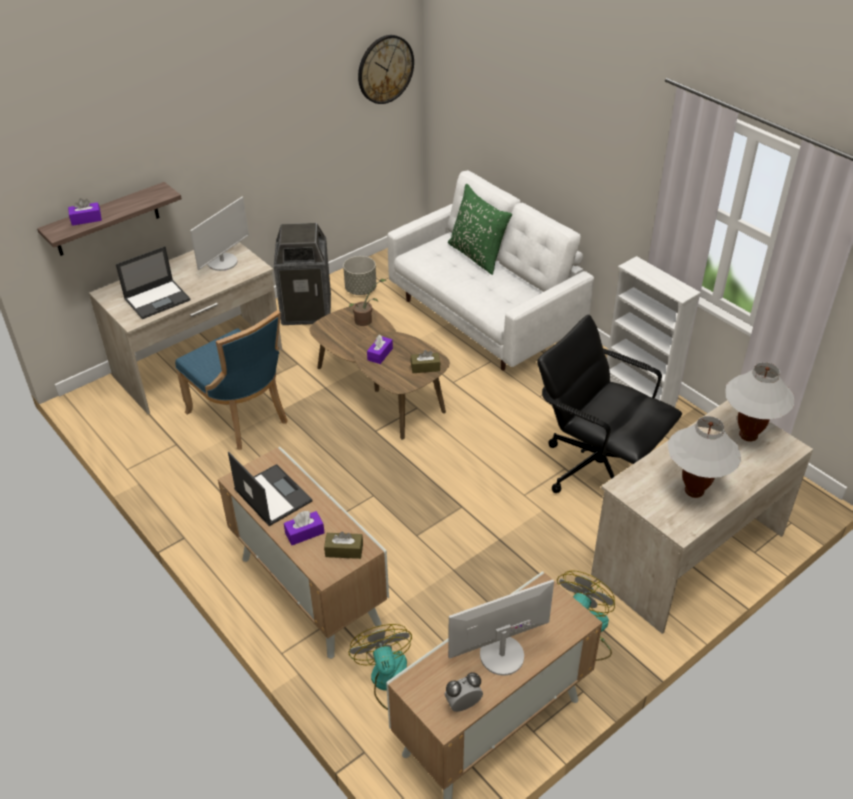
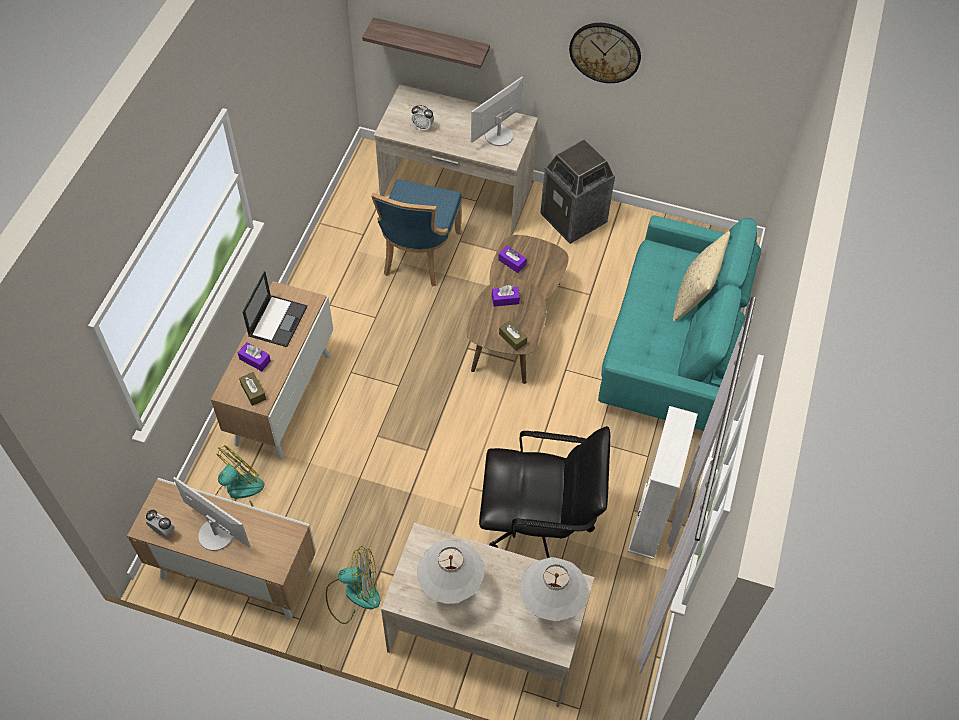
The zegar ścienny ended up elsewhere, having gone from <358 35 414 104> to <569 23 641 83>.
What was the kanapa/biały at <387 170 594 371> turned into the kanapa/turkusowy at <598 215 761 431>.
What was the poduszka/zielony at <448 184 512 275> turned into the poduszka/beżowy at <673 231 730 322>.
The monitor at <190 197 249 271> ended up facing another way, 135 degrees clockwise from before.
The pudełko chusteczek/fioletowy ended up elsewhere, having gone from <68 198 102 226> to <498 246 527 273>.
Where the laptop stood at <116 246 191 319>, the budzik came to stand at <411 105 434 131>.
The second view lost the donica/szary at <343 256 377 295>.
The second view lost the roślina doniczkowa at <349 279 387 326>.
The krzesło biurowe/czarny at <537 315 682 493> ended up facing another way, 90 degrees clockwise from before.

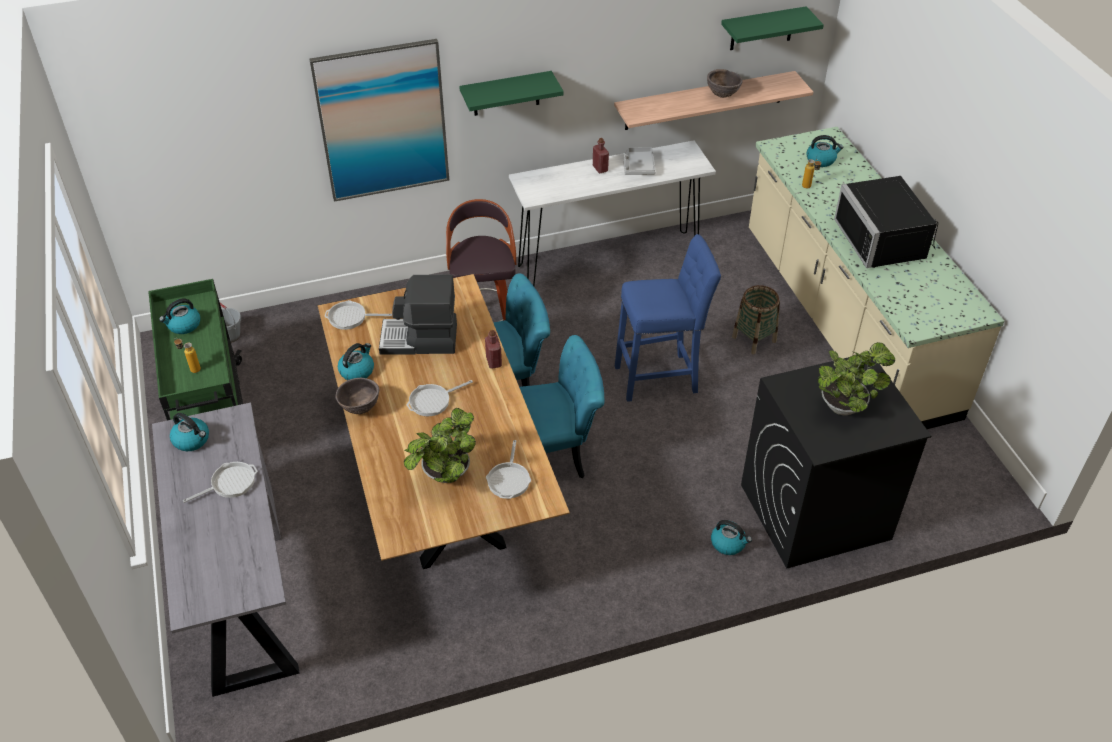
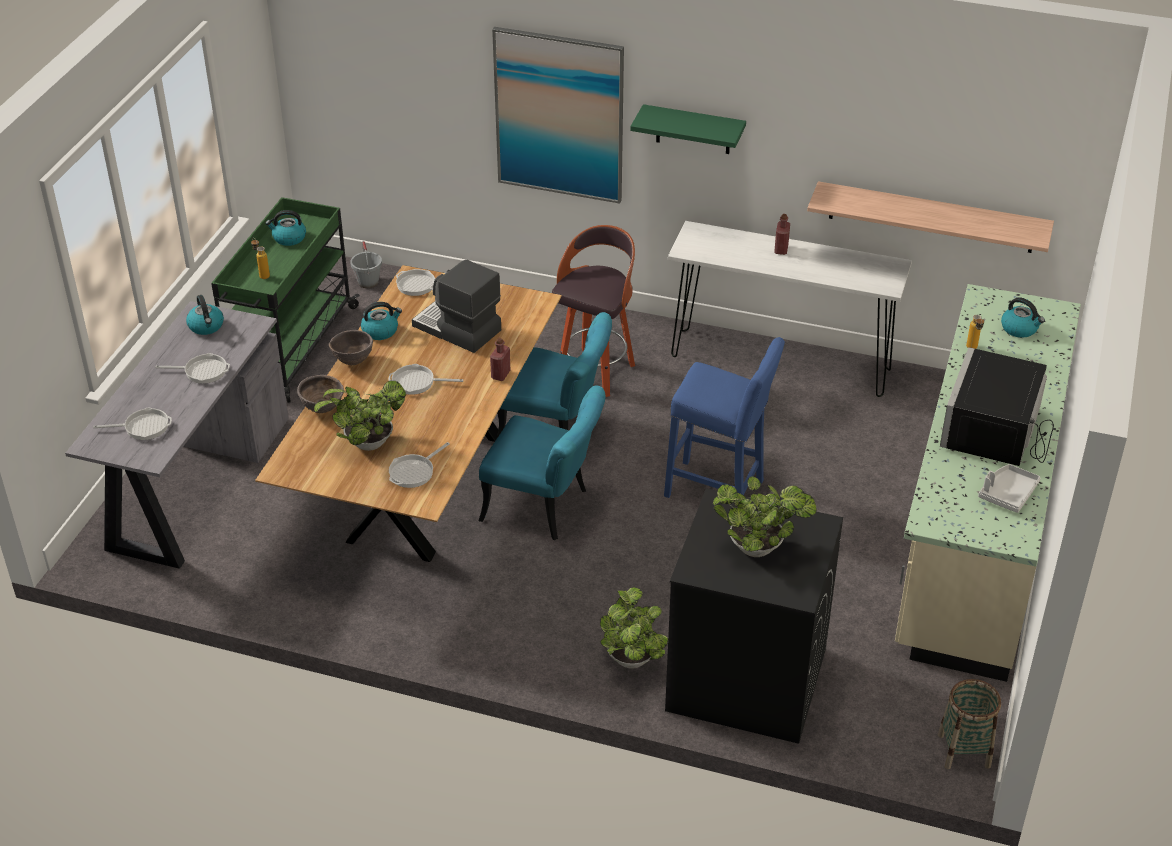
The second view lost the półka/zielony at <721 6 824 50>.
The miska/brązowy ended up elsewhere, having gone from <707 69 743 98> to <297 375 344 413>.
The taca/szary ended up elsewhere, having gone from <624 147 656 175> to <978 464 1041 513>.
The koszyk ended up elsewhere, having gone from <732 285 780 355> to <938 679 1001 769>.
Where the czajnik stood at <711 520 752 555>, the roślina doniczkowa came to stand at <600 587 668 669>.
The second view gained the patelnia at <93 407 172 440>.

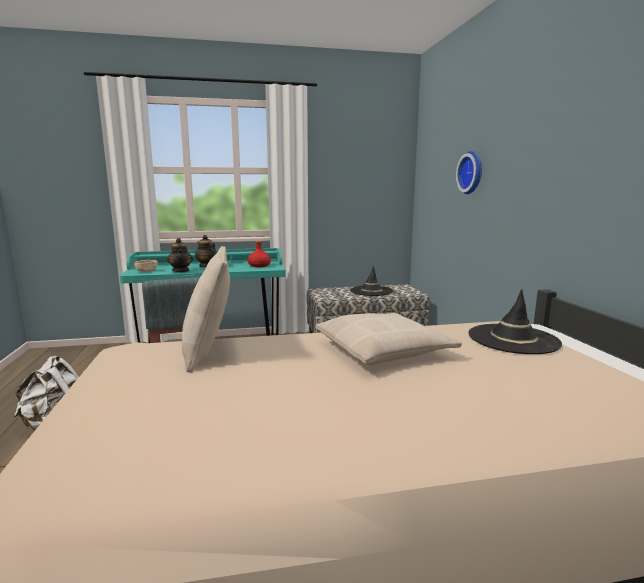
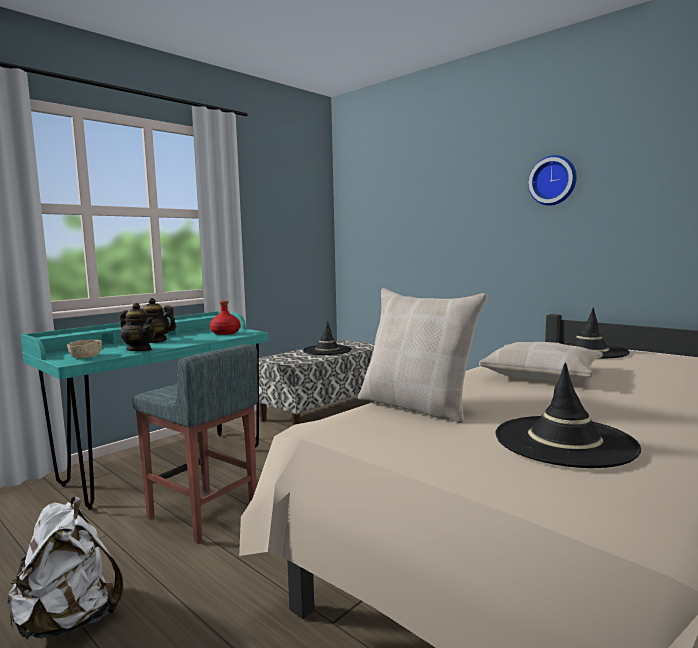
The zegar ścienny ended up elsewhere, having gone from <456 151 482 194> to <528 155 577 206>.
The second view gained the kapelusz/czarny at <495 363 641 468>.

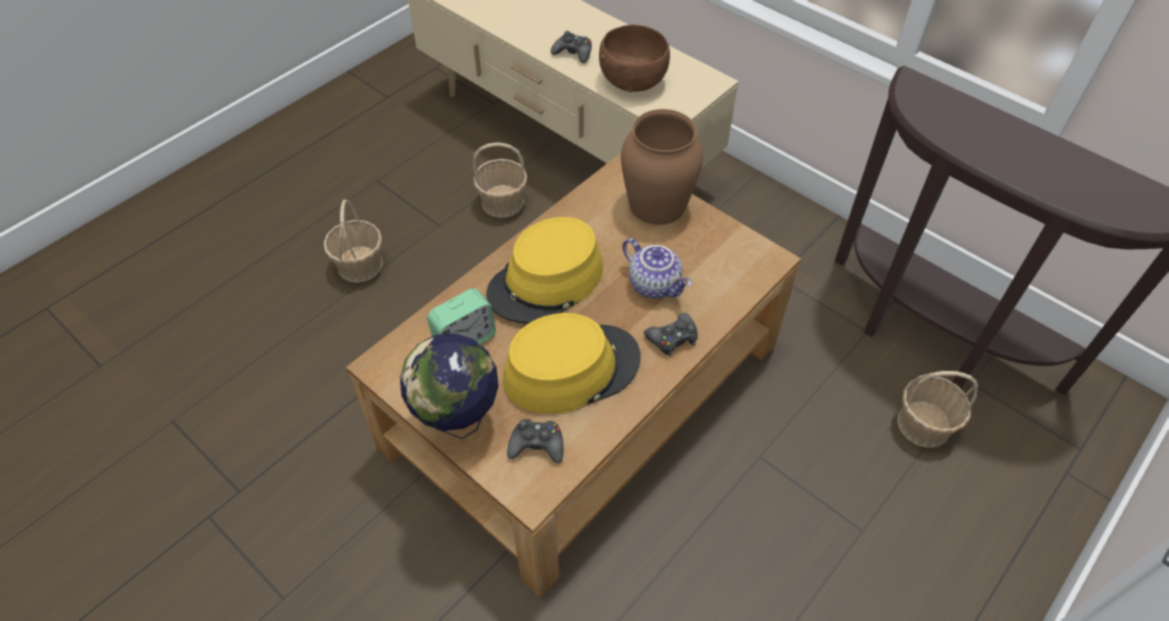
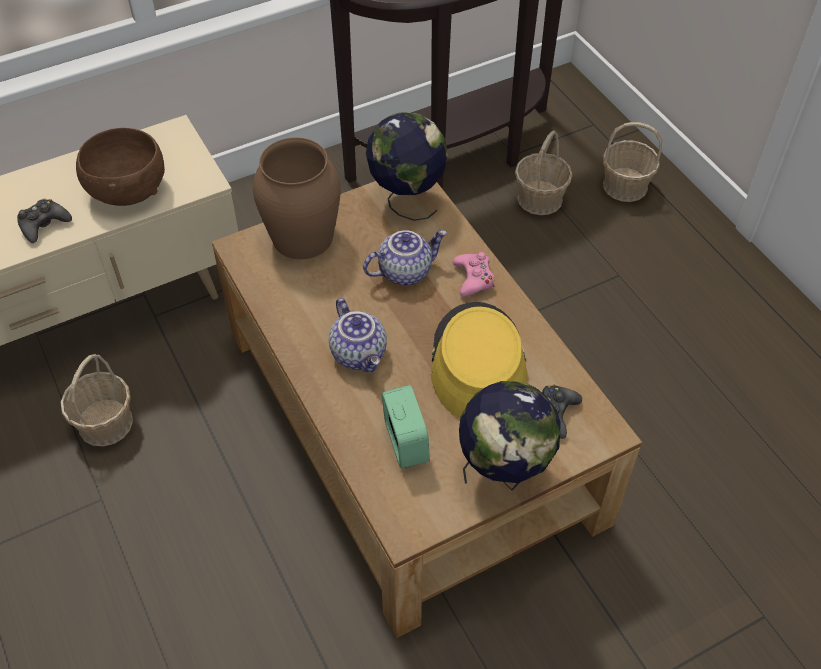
The koszyk ended up elsewhere, having gone from <324 199 383 283> to <603 122 662 202>.
Where the kapelusz/żółty stood at <486 217 603 324>, the imbryk came to stand at <329 298 387 373>.
What was the pad do gier/czarny at <644 313 698 357> turned into the pad do gier/różowy at <453 252 495 297>.
The second view gained the globus at <366 112 448 221>.

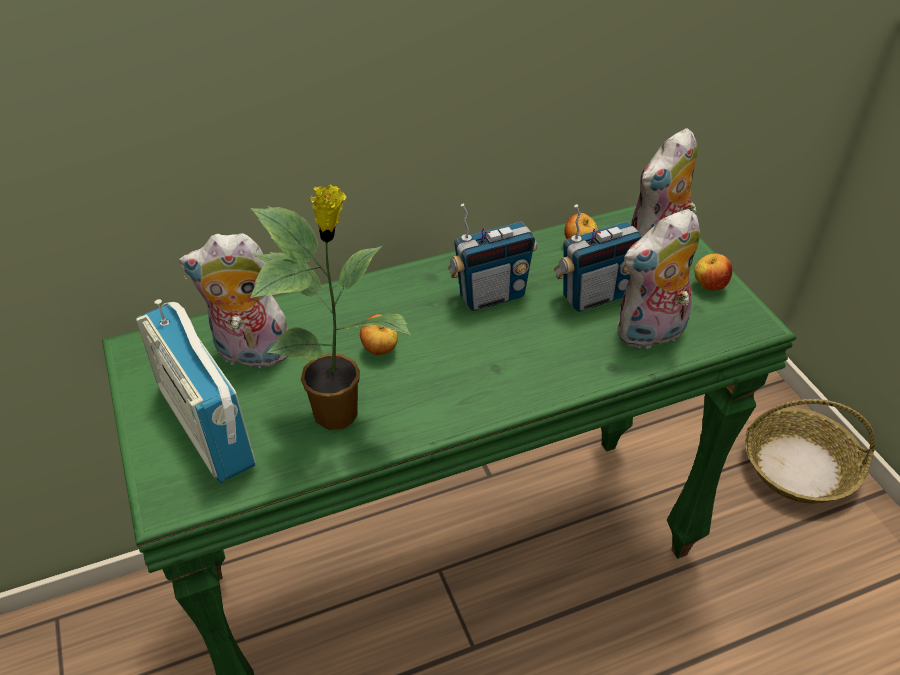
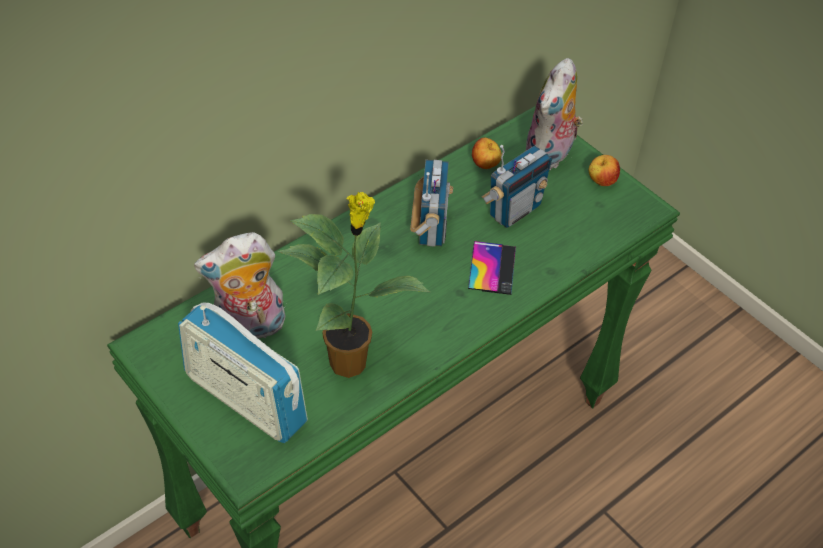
The radio at <448 203 537 311> ended up facing another way, 45 degrees counterclockwise from before.
The second view lost the pluszak at <617 209 700 349>.
The second view lost the jabłko at <360 314 398 355>.
The second view lost the koszyk at <745 399 876 503>.
The second view gained the telefon at <468 241 516 295>.

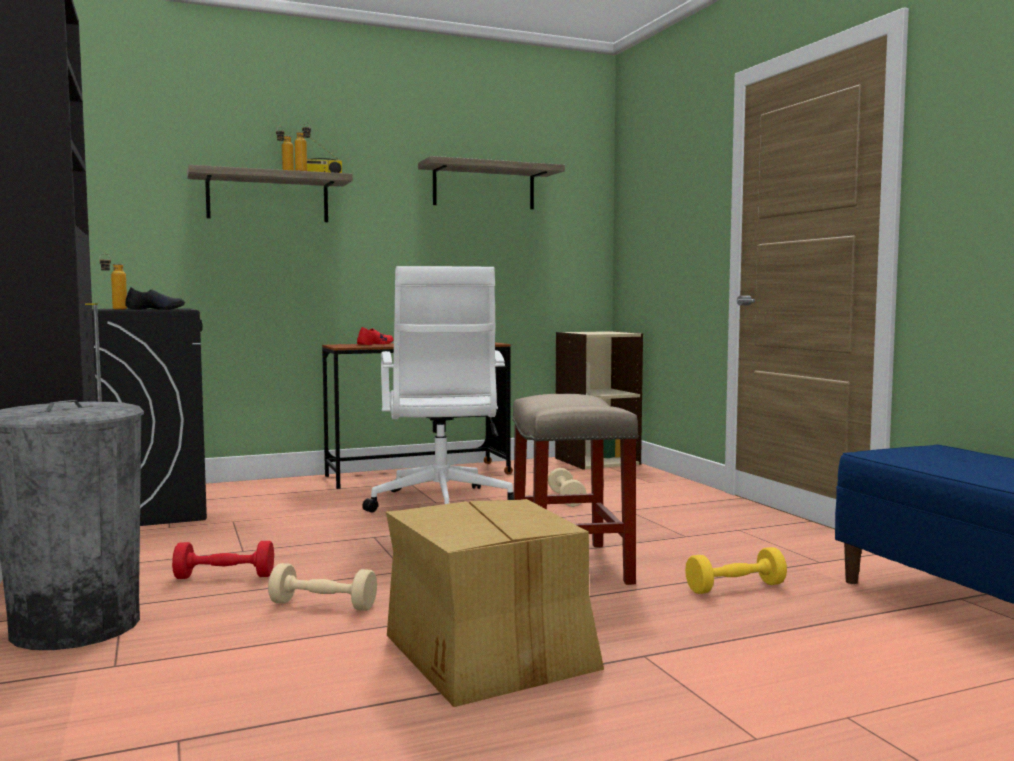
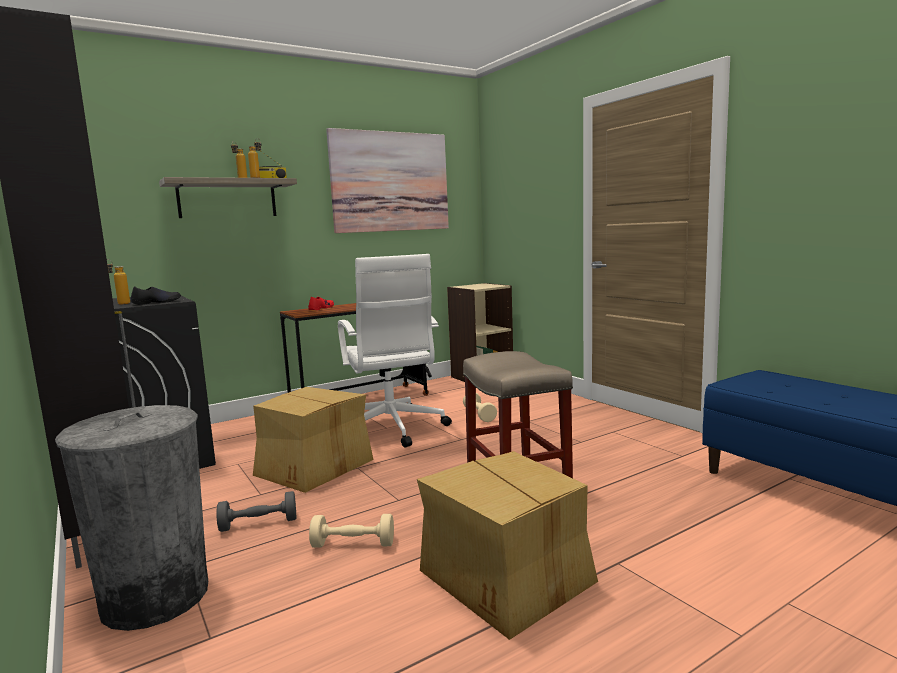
Where the półka hung at <418 156 565 209>, the obraz came to hang at <326 128 449 233>.
What was the hantel/czerwony at <172 541 274 579> turned into the hantel/szary at <216 491 296 532>.
The second view lost the hantel/żółty at <685 547 787 594>.
The second view gained the karton at <253 387 374 493>.

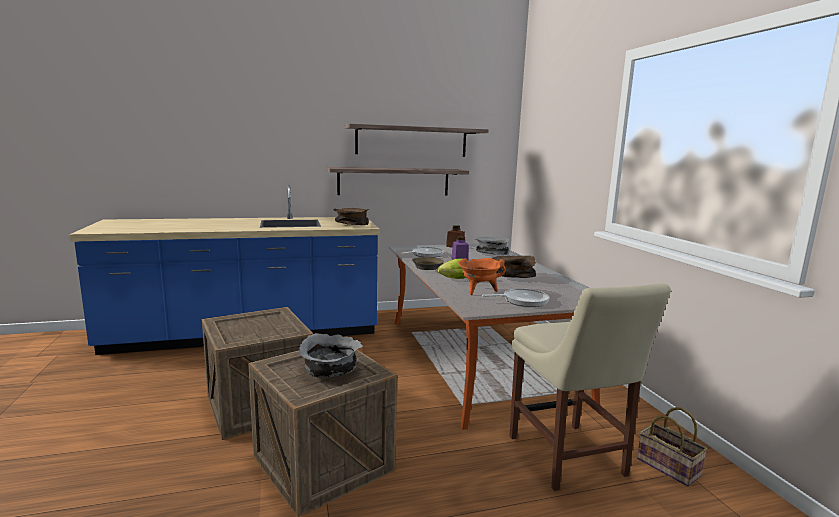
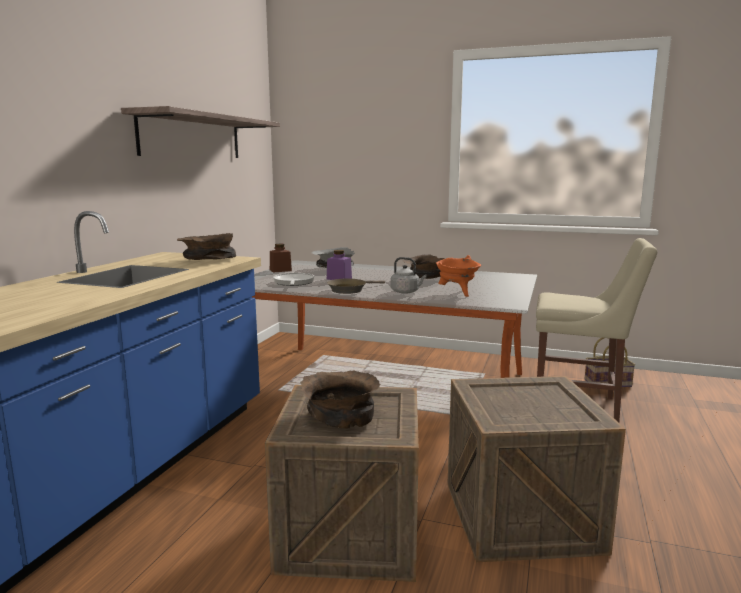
The second view lost the półka at <327 167 469 195>.
Where the sałata stood at <437 258 466 279>, the czajnik/szary came to stand at <391 257 427 294>.
The second view lost the patelnia at <482 289 549 307>.
The second view lost the miska/szary at <299 333 363 378>.
The second view gained the miska/brązowy at <300 370 381 429>.

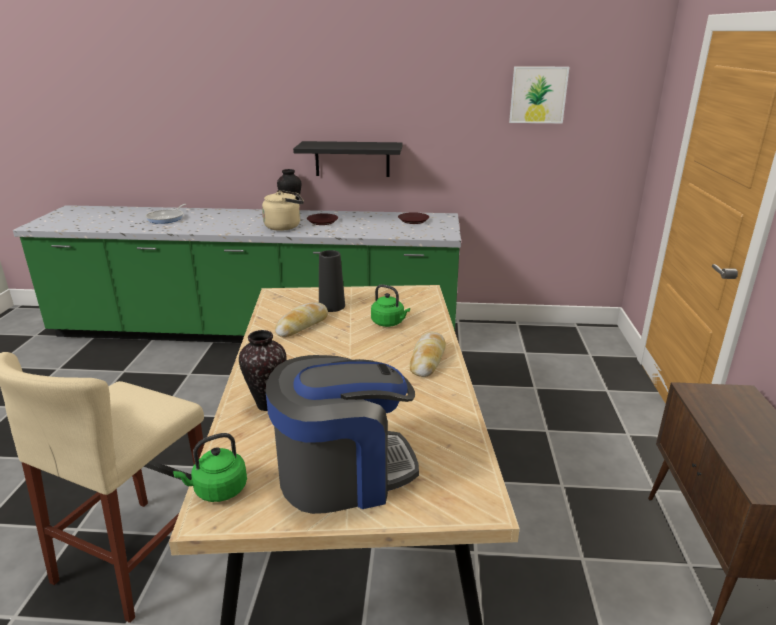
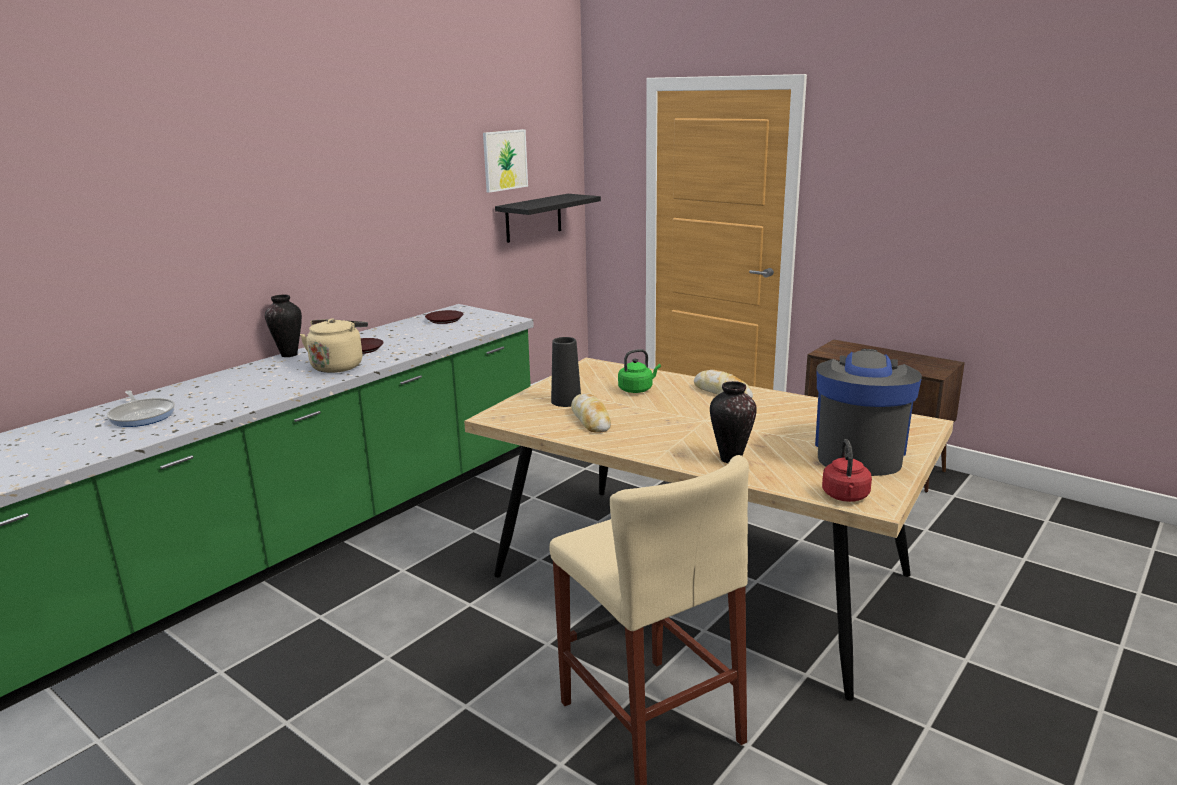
The półka/czarny ended up elsewhere, having gone from <293 141 402 177> to <495 194 601 243>.
What was the czajnik/zielony at <173 433 247 502> turned into the czajnik/czerwony at <822 439 872 502>.

